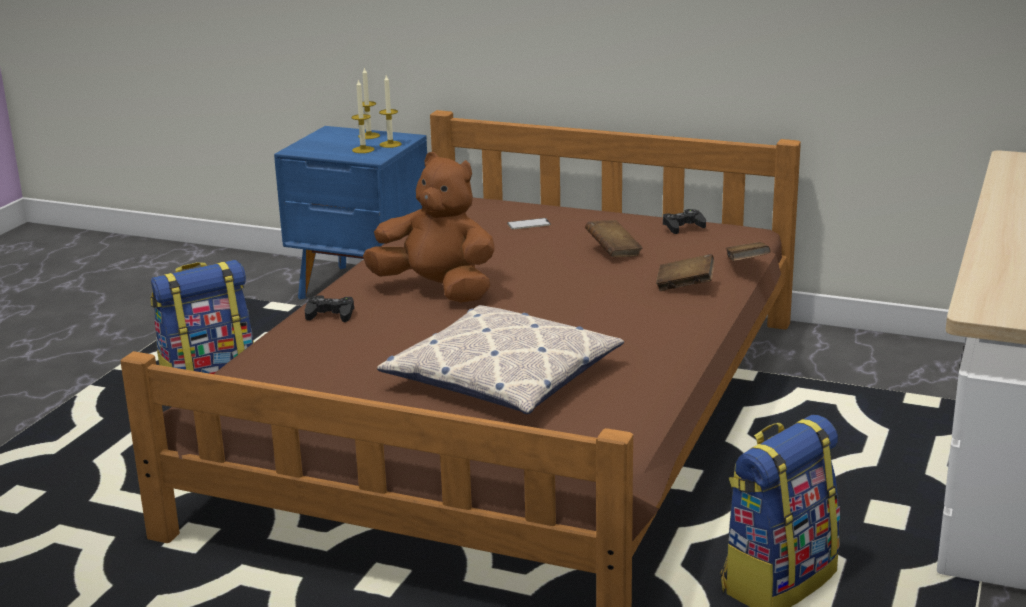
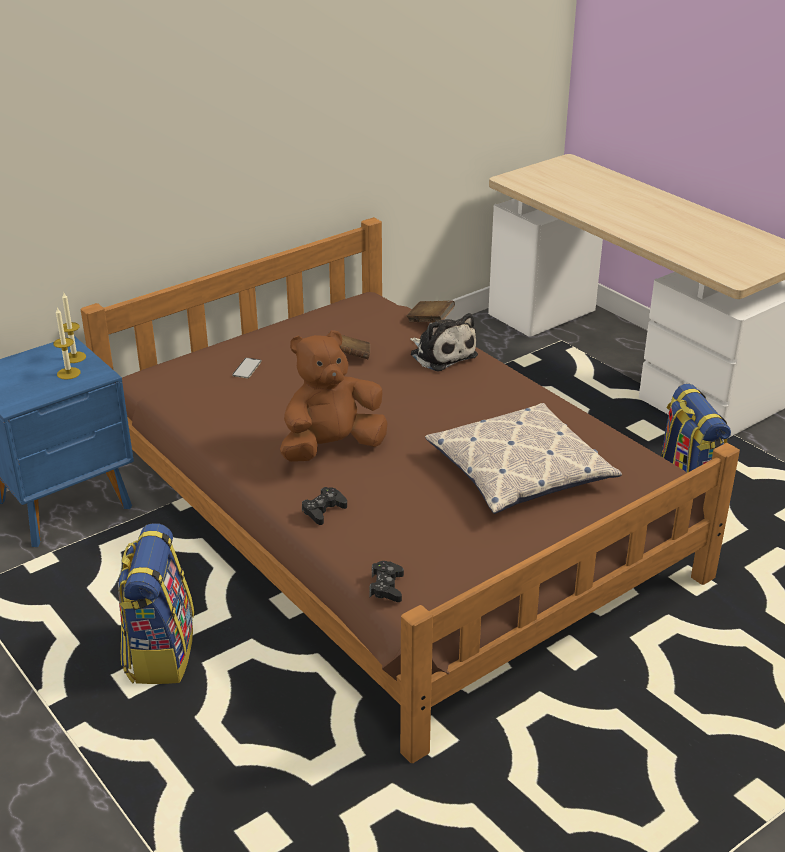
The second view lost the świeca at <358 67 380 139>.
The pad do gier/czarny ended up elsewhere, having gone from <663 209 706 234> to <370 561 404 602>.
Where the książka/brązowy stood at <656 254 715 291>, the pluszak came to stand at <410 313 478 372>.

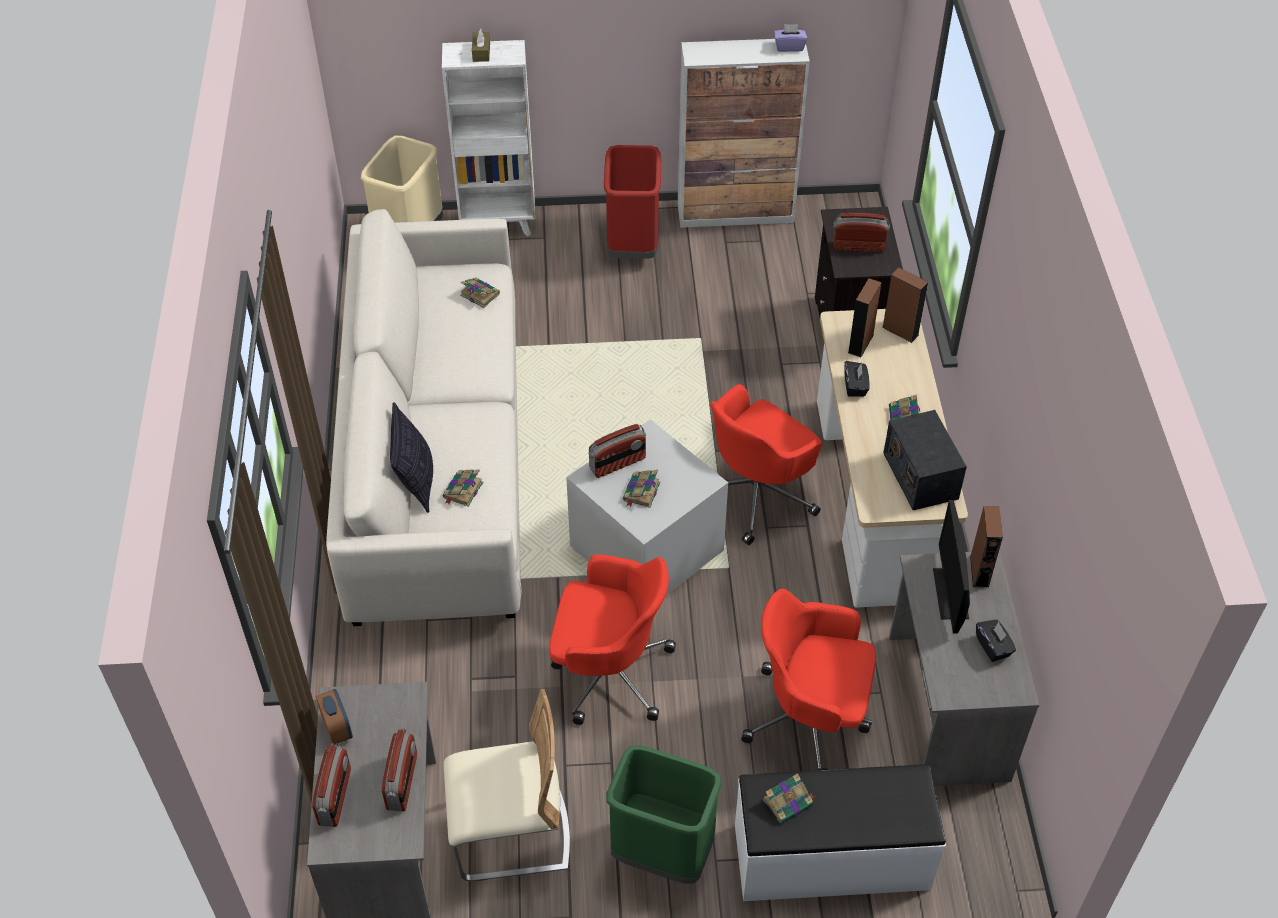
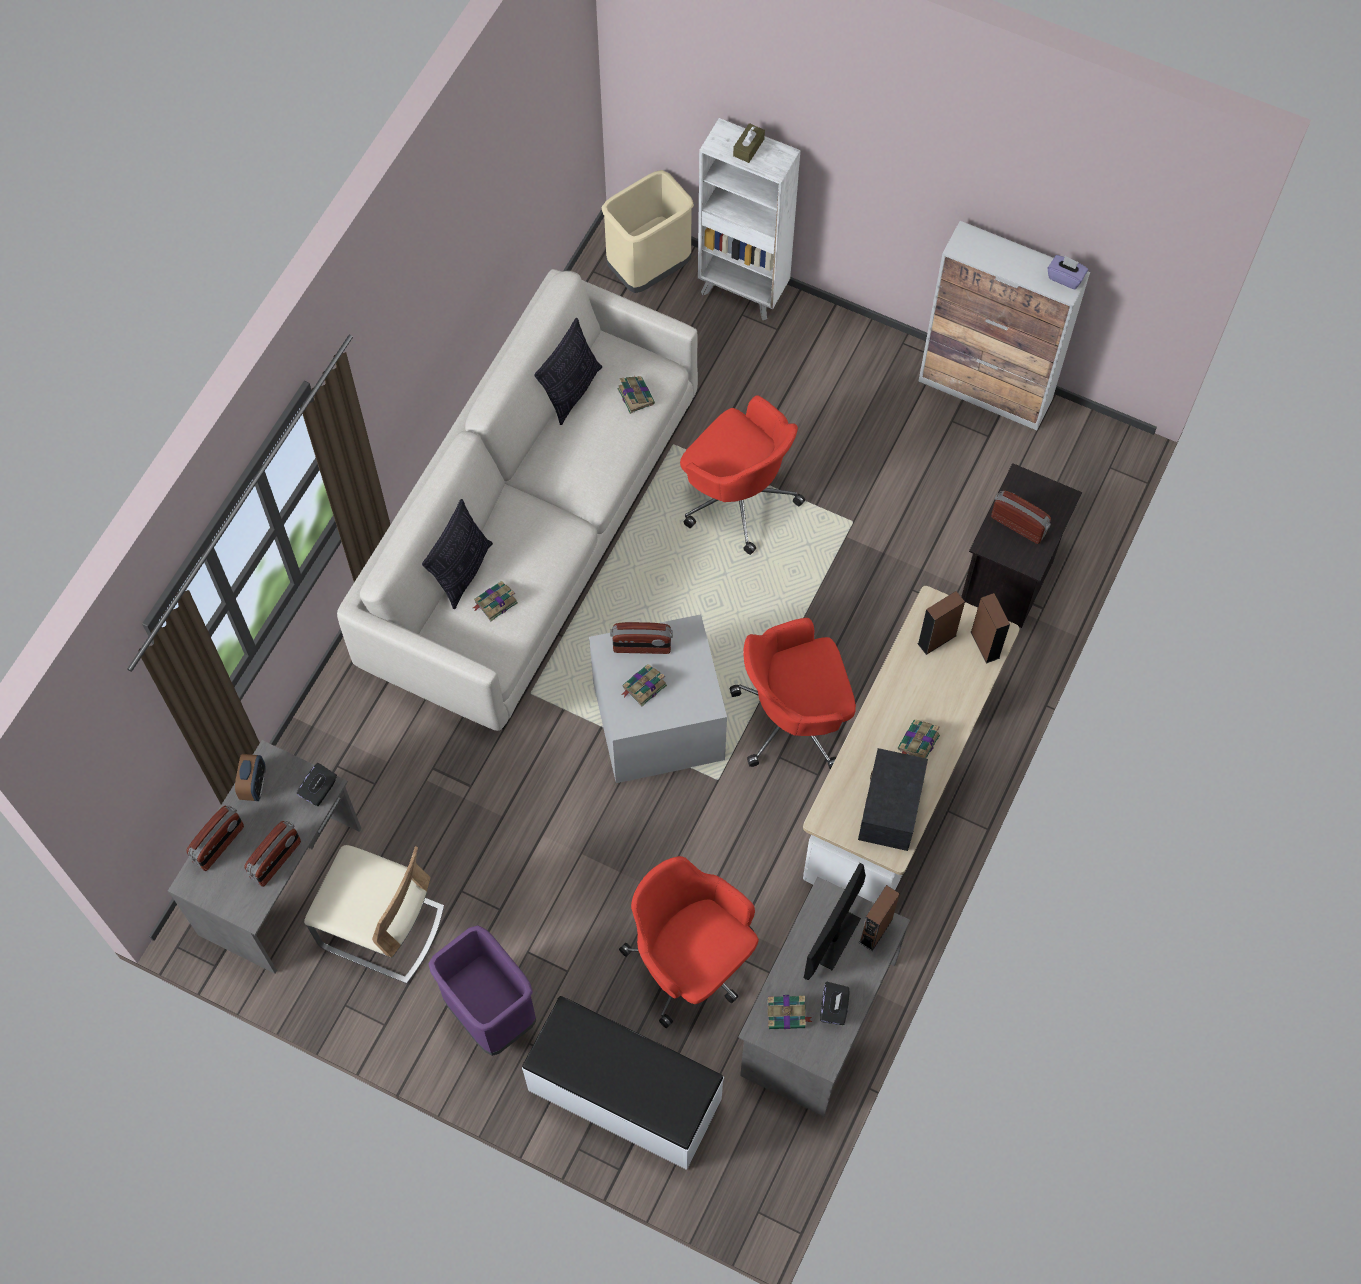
The second view lost the kosz na śmieci/czerwony at <604 145 661 259>.
The pudełko chusteczek/czarny ended up elsewhere, having gone from <844 361 870 397> to <296 763 337 806>.
The krzesło biurowe/czerwony ended up elsewhere, having gone from <549 554 676 725> to <680 395 805 555>.
What was the kosz na śmieci/zielony at <606 746 722 884> turned into the kosz na śmieci/fioletowy at <428 925 536 1056>.
The książka ended up elsewhere, having gone from <762 773 816 824> to <767 995 812 1029>.
The second view gained the poduszka at <534 318 602 425>.

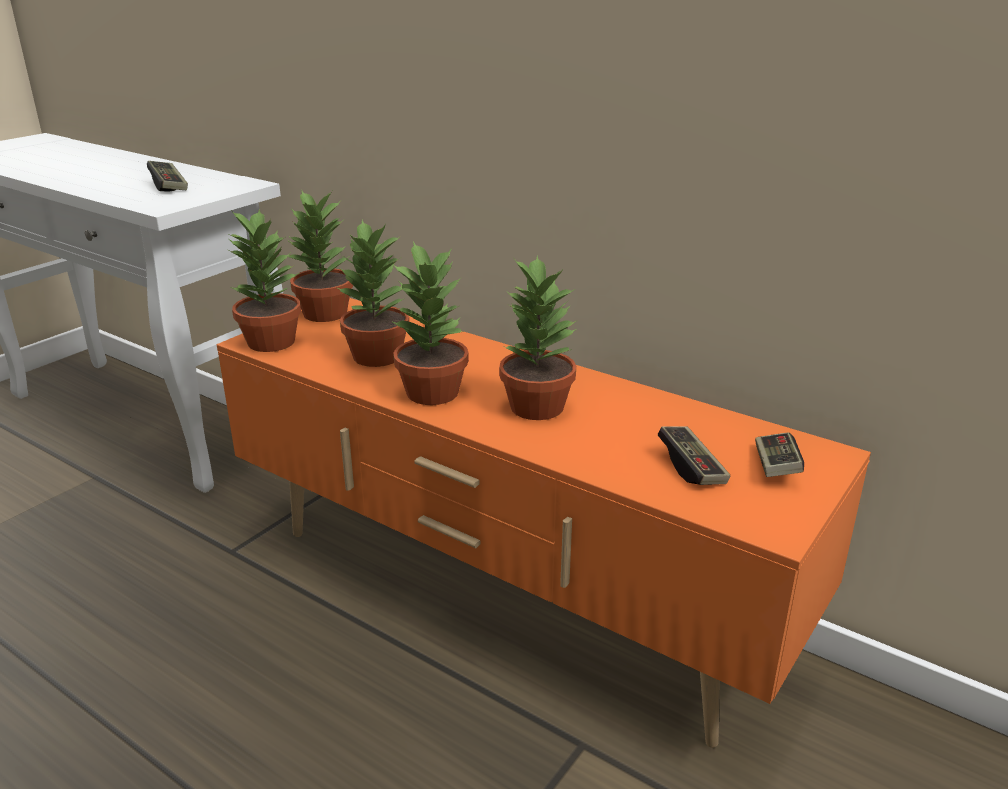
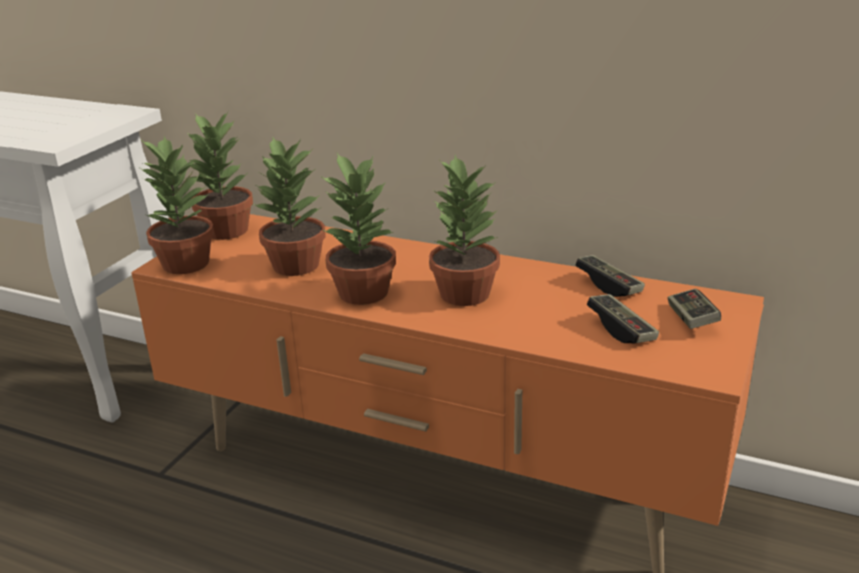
The pad do gier ended up elsewhere, having gone from <147 161 188 192> to <575 255 645 297>.

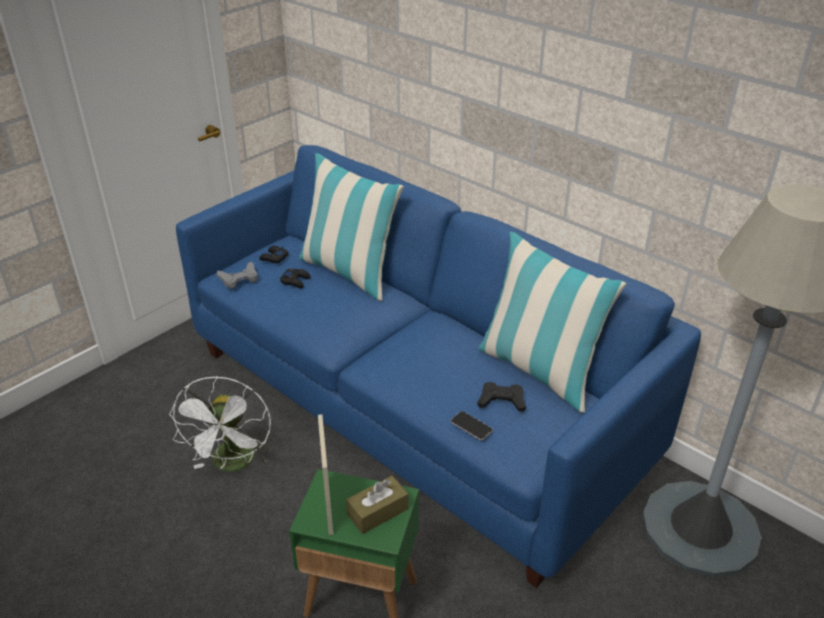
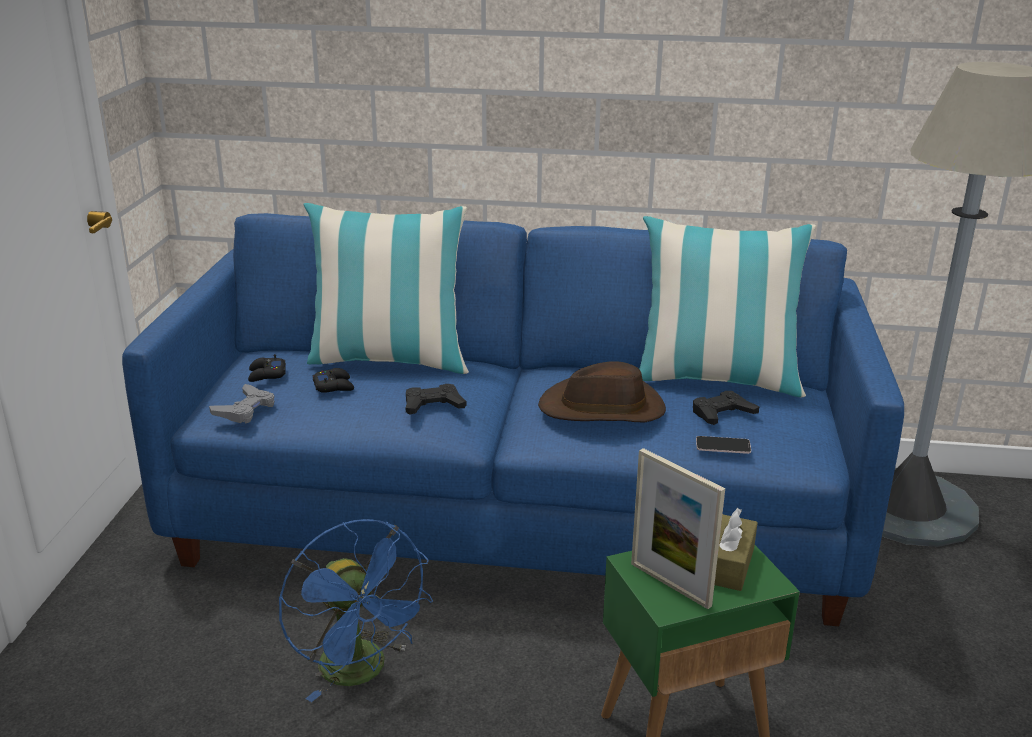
What was the wentylator/biały at <169 376 271 472> turned into the wentylator/niebieski at <279 519 433 702>.
The second view gained the kapelusz/brązowy at <538 361 666 423>.
The second view gained the pad do gier/czarny at <406 384 467 414>.

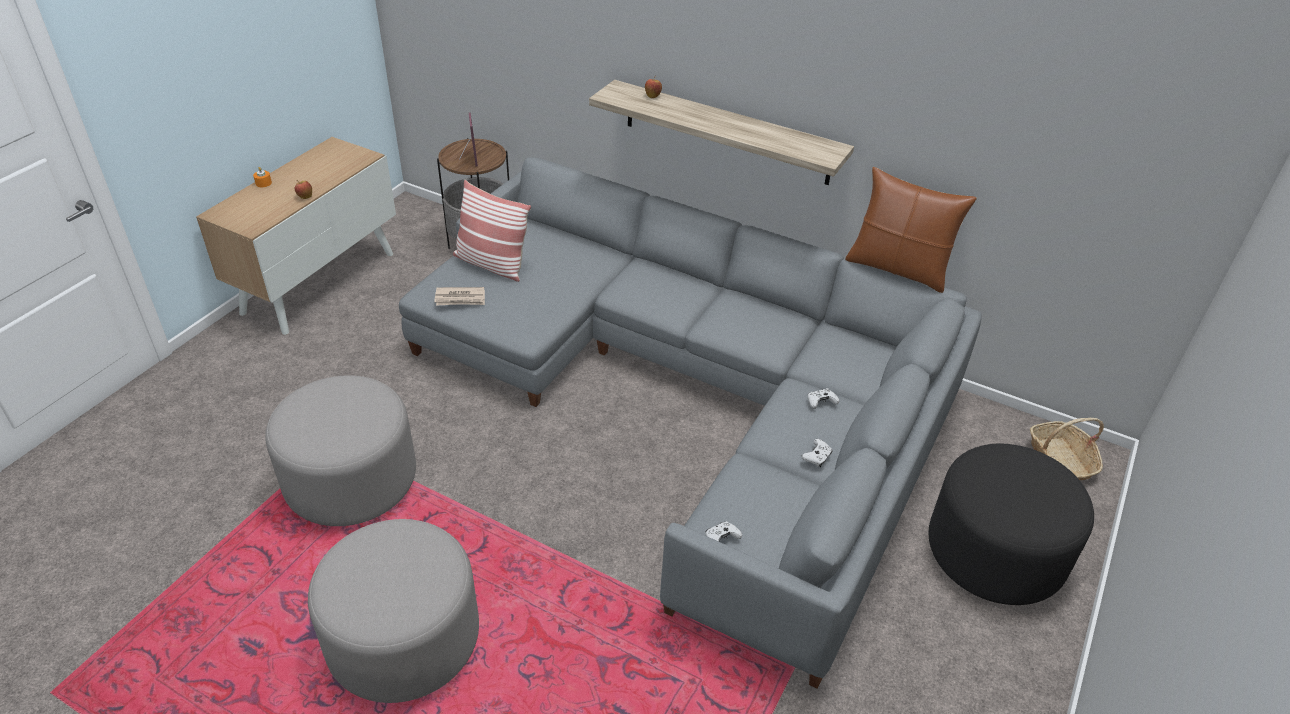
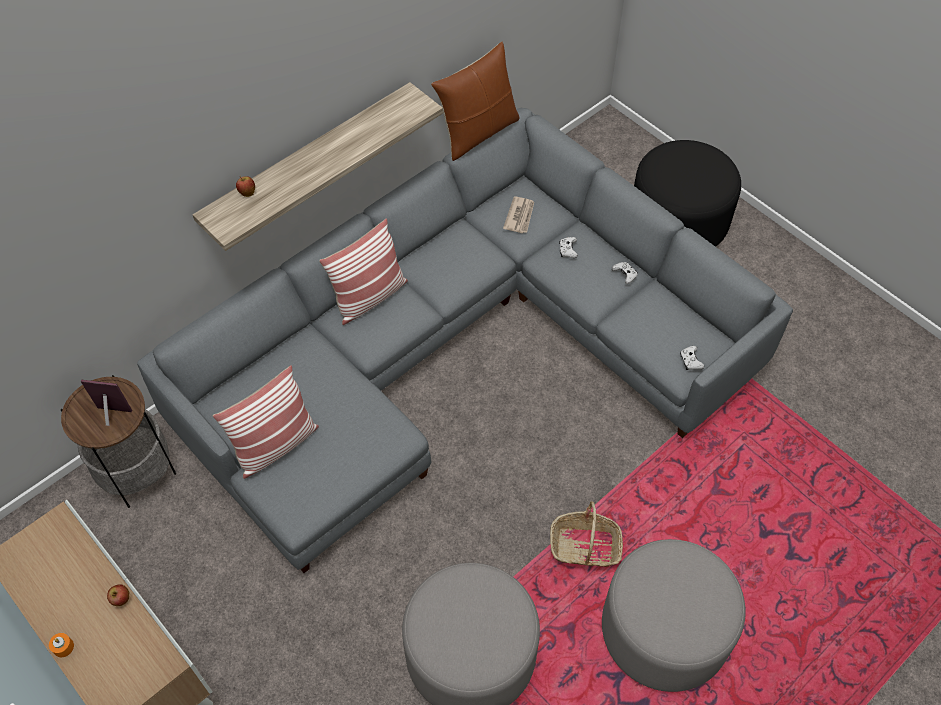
The gazeta ended up elsewhere, having gone from <434 287 485 305> to <503 196 534 233>.
The koszyk ended up elsewhere, having gone from <1030 418 1104 480> to <550 501 623 567>.
The second view gained the poduszka at <319 219 408 325>.

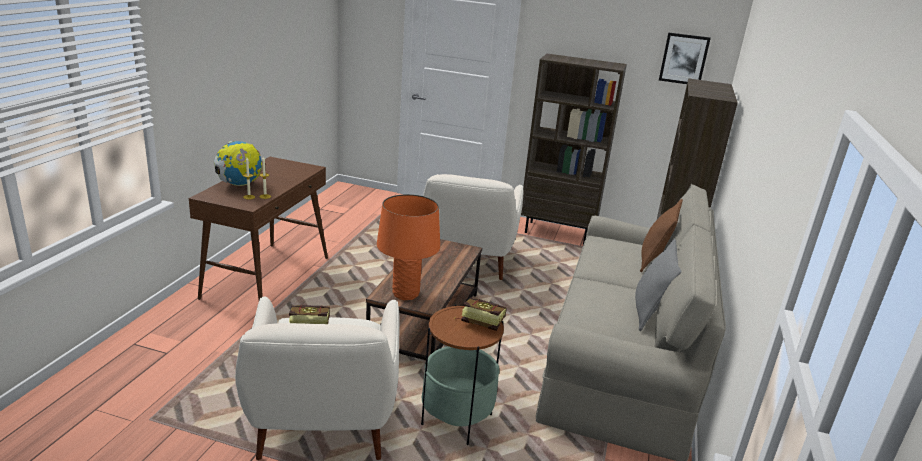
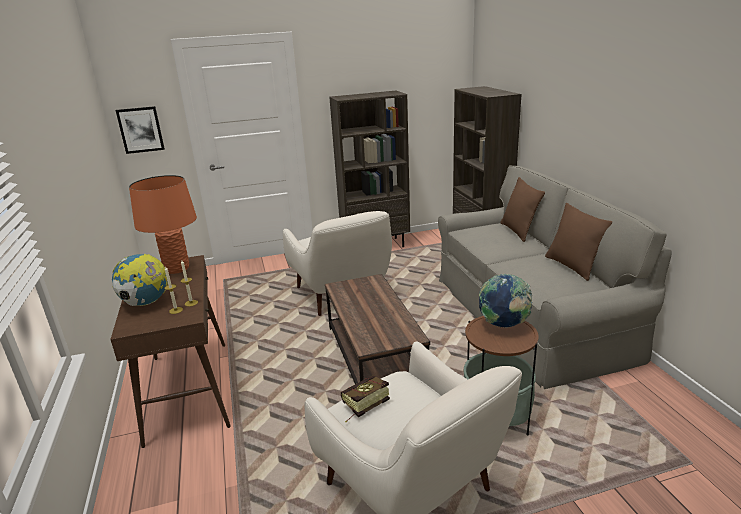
The obraz ended up elsewhere, having gone from <659 32 711 84> to <115 106 165 154>.
The lampa stołowa/pomarańczowy ended up elsewhere, having gone from <377 194 440 300> to <129 175 197 274>.
What was the poduszka/szary at <635 239 682 331> turned into the poduszka/brązowy at <545 203 612 281>.
Where the książka stood at <454 298 507 331>, the globus came to stand at <479 274 532 328>.

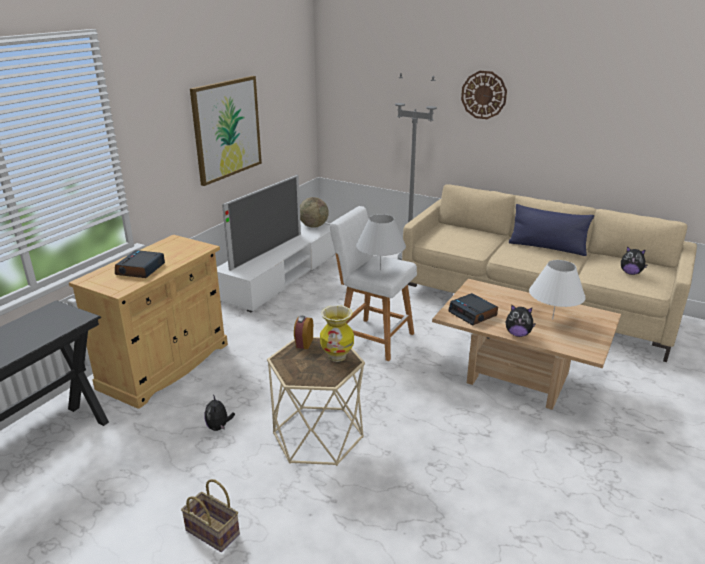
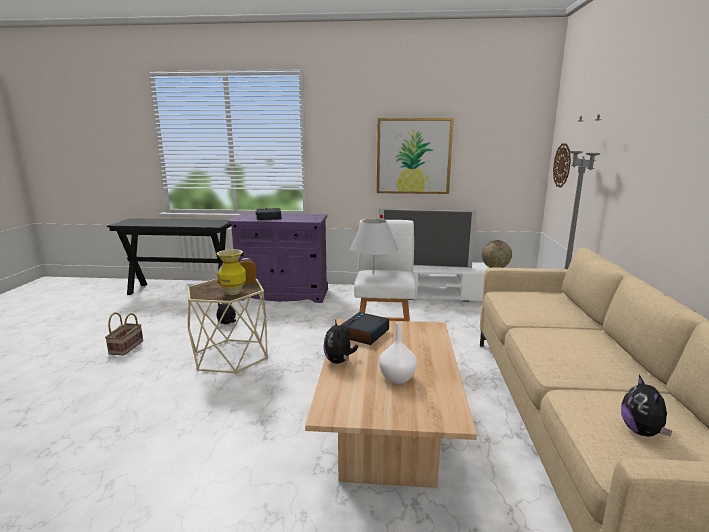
The zegar ścienny ended up elsewhere, having gone from <461 71 507 119> to <553 143 571 188>.
The second view lost the poduszka/niebieski at <509 204 594 256>.
What was the szafka/beżowy at <69 235 228 409> turned into the szafka/fioletowy at <228 213 328 303>.
Where the lampa stołowa/biały stood at <529 260 586 320>, the wazon/biały came to stand at <379 322 417 384>.

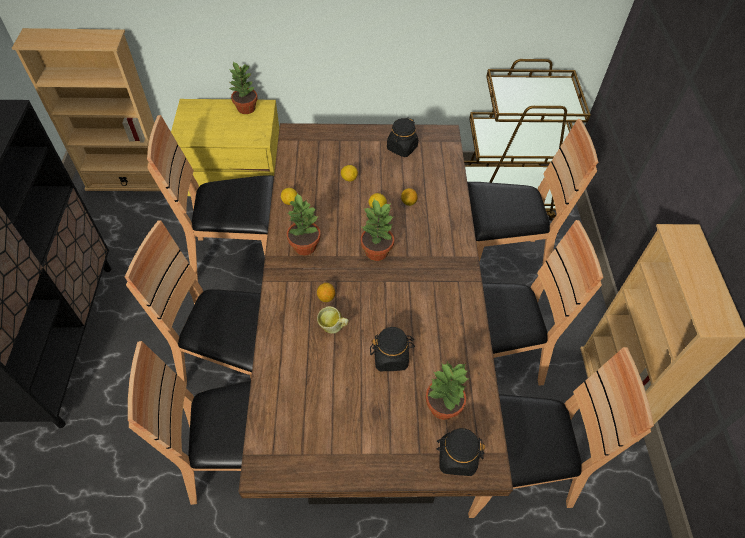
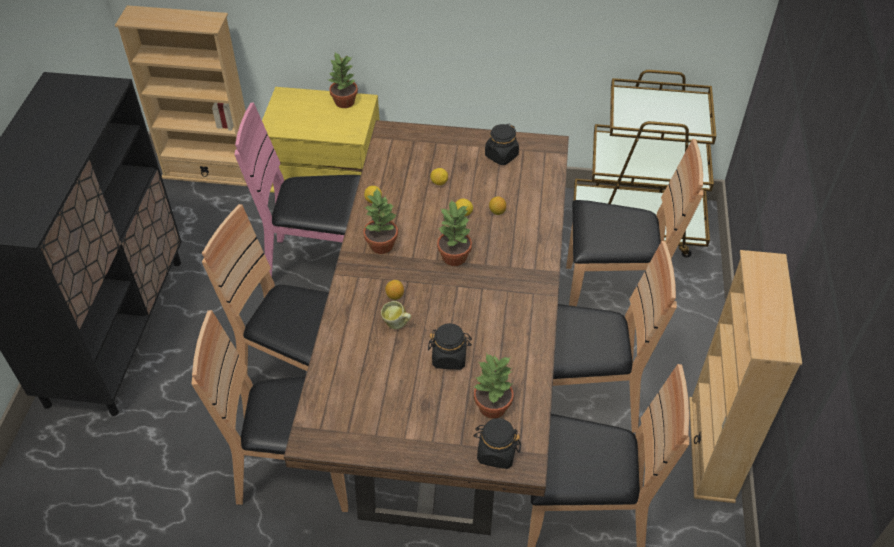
What was the krzesło/brązowy at <147 115 274 281> turned into the krzesło/różowy at <234 102 361 277>.

